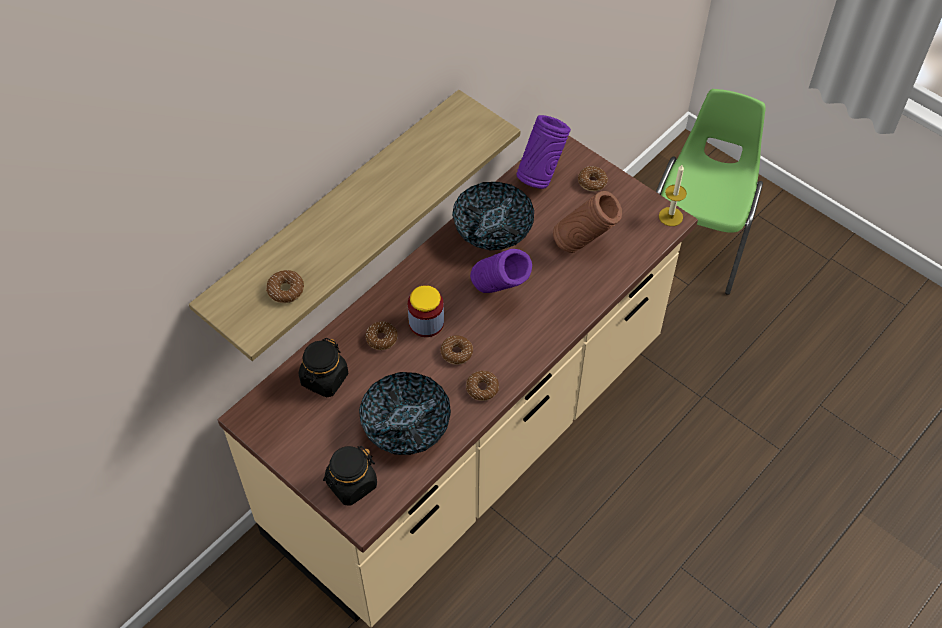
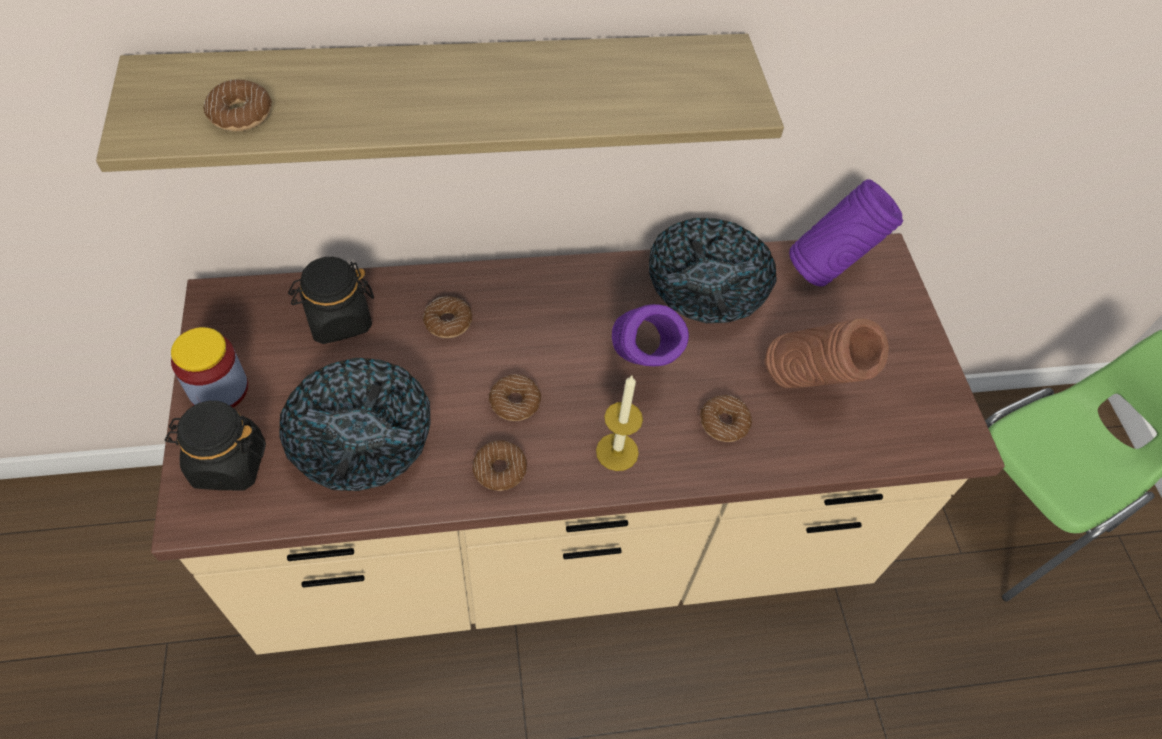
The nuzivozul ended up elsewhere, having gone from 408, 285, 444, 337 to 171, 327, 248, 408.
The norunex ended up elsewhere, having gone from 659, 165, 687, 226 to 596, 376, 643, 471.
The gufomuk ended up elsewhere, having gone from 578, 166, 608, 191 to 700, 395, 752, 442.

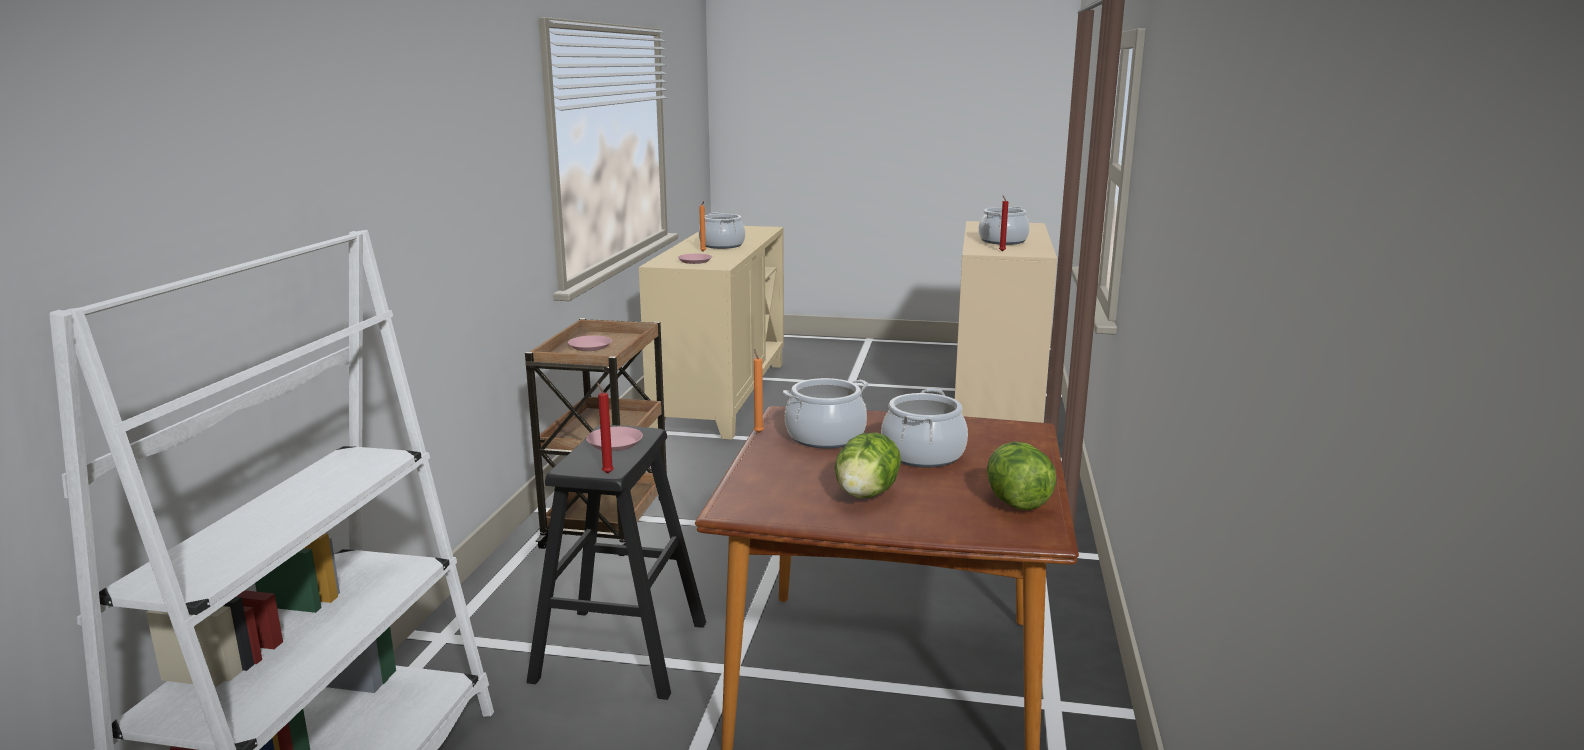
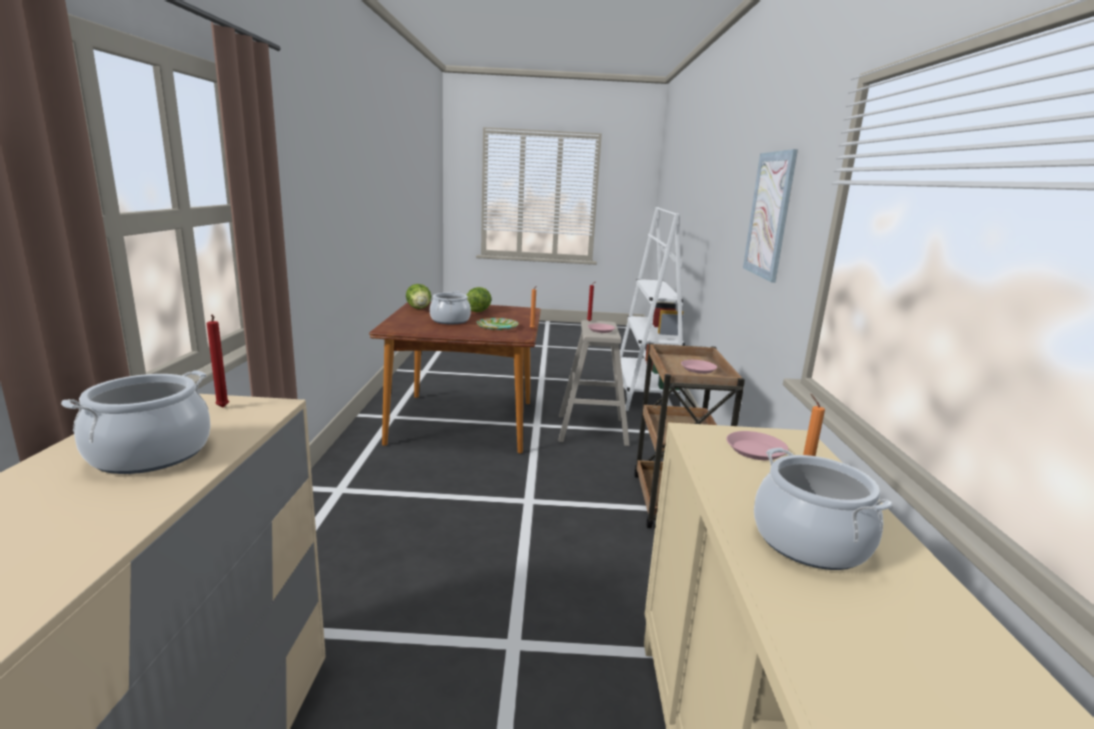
Where the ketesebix stood at 783, 378, 868, 449, the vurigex came to stand at 476, 318, 519, 330.
What was the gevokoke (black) at 526, 425, 706, 700 turned into the gevokoke (beige) at 558, 320, 630, 446.
The second view gained the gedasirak at 743, 149, 798, 283.

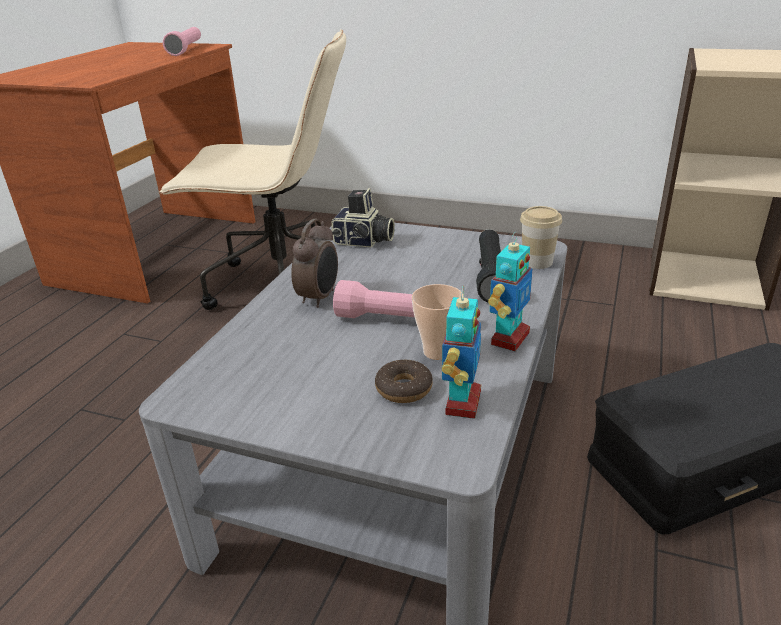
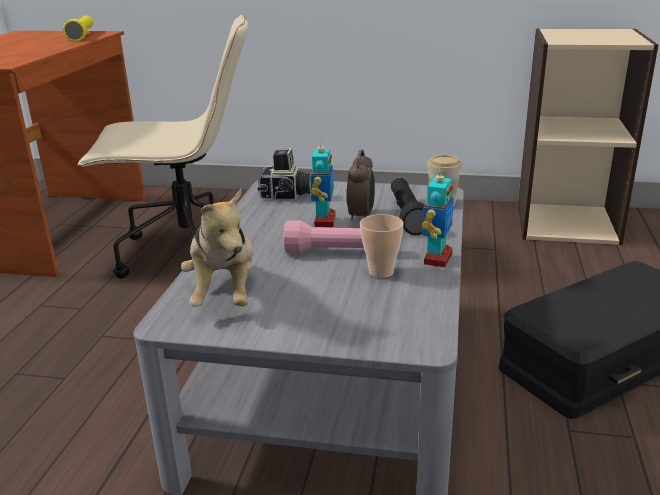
What was the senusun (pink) at 163, 27, 201, 56 turned into the senusun (yellow) at 63, 16, 93, 42.
The second view gained the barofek at 181, 189, 253, 307.
The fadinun ended up elsewhere, having gone from 442, 286, 481, 419 to 310, 138, 336, 227.
The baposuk ended up elsewhere, having gone from 291, 219, 338, 308 to 347, 150, 375, 220.
The second view lost the gufomuk at 375, 359, 433, 403.

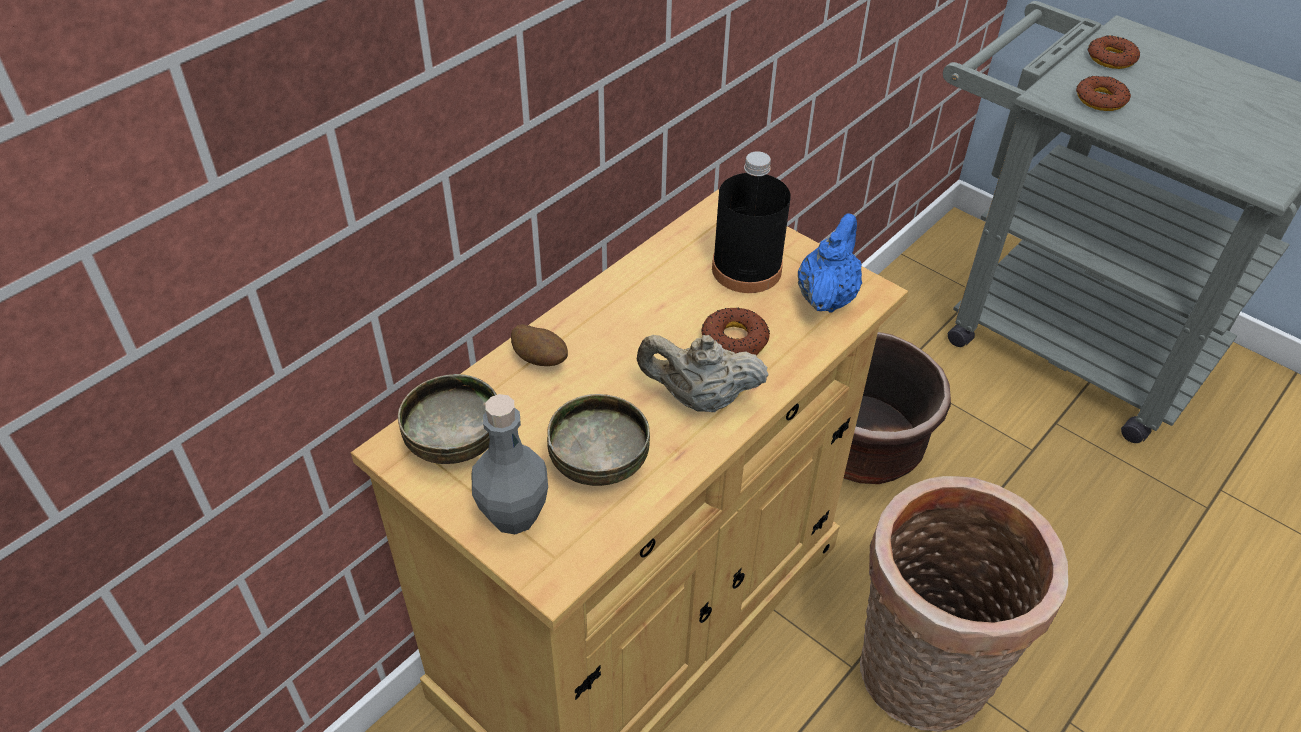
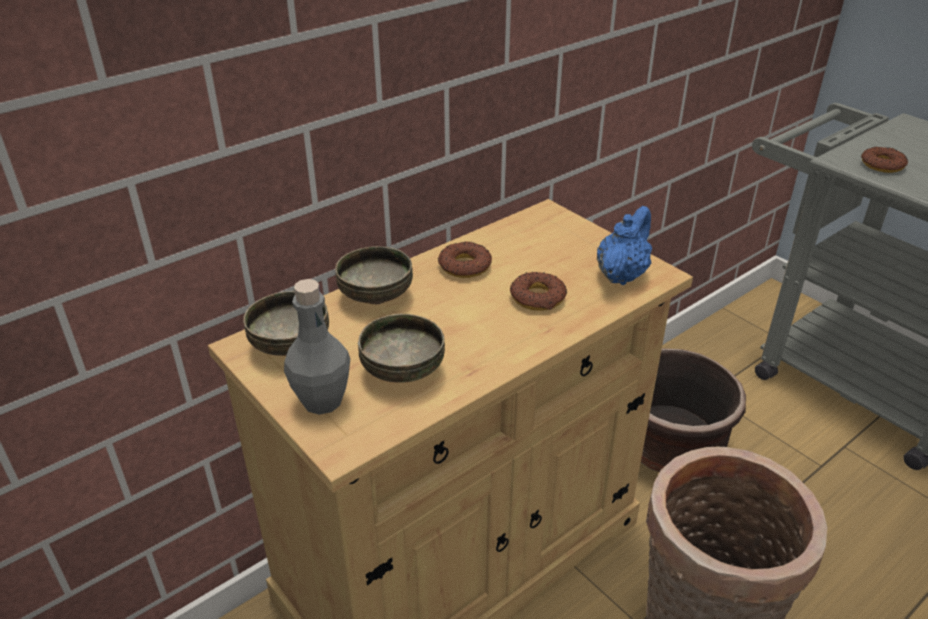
Where the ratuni stood at 511, 324, 568, 366, the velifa came to stand at 335, 246, 413, 304.
The gufomuk ended up elsewhere, having gone from 1088, 35, 1140, 69 to 438, 241, 492, 278.
The second view lost the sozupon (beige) at 637, 335, 769, 412.
The second view lost the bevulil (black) at 712, 151, 791, 293.

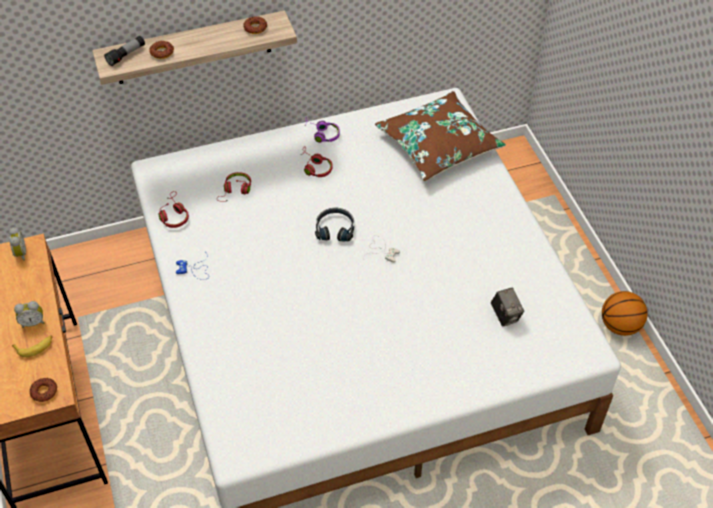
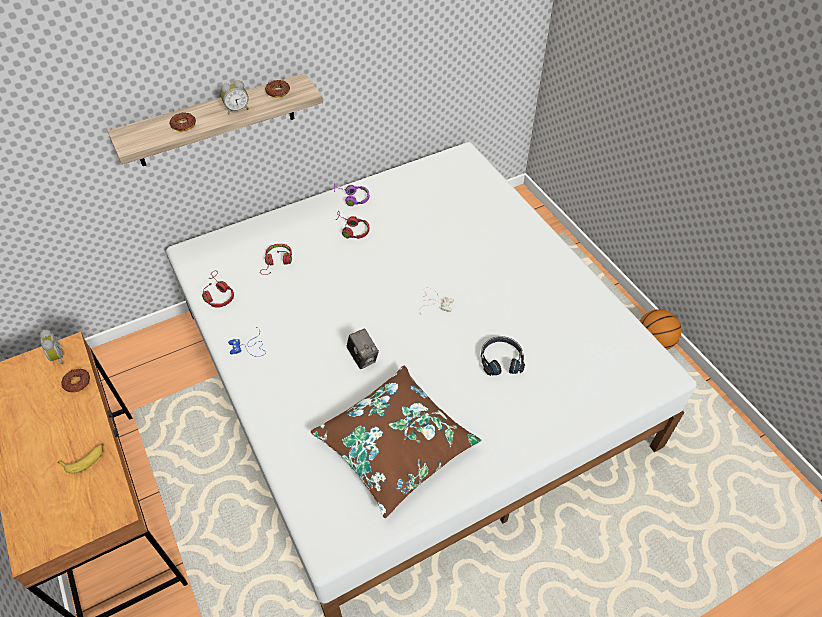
The gufomuk ended up elsewhere, having gone from 29, 378, 57, 402 to 61, 369, 90, 392.
The baposuk ended up elsewhere, having gone from 14, 301, 45, 328 to 221, 80, 249, 114.
The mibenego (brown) ended up elsewhere, having gone from 375, 91, 506, 181 to 310, 366, 481, 518.
The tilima ended up elsewhere, having gone from 491, 288, 524, 326 to 346, 329, 379, 369.
The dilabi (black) ended up elsewhere, having gone from 315, 208, 354, 242 to 481, 336, 525, 376.
The second view lost the senusun at 104, 36, 145, 66.

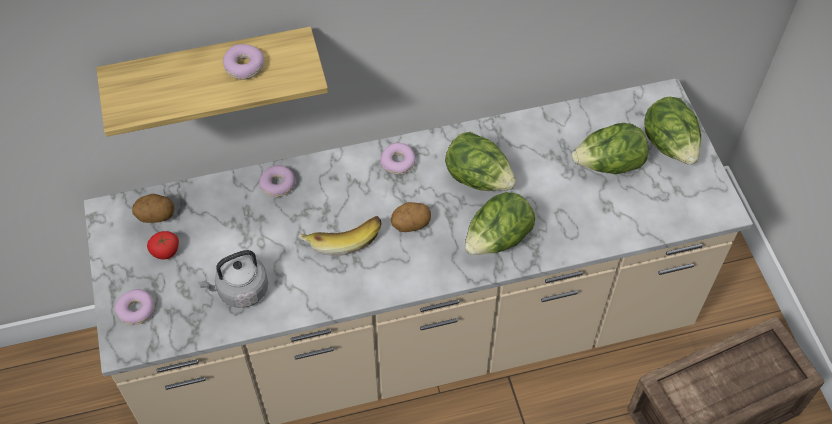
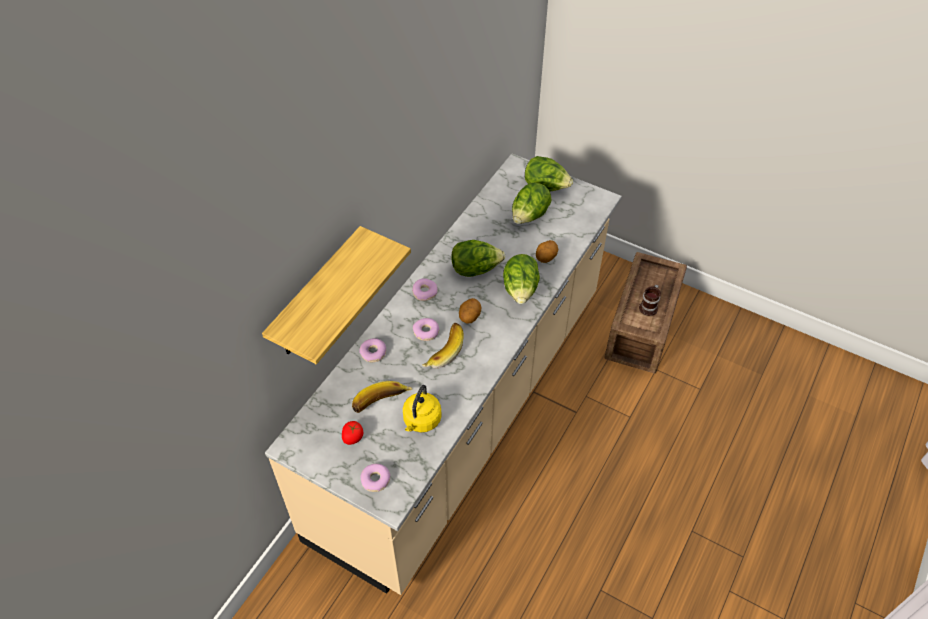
The second view gained the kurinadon at 352, 381, 412, 413.
What was the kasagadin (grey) at 198, 250, 269, 308 turned into the kasagadin (yellow) at 403, 385, 442, 432.
The gufomuk ended up elsewhere, having gone from 223, 44, 265, 79 to 413, 318, 440, 341.
The ratuni ended up elsewhere, having gone from 132, 194, 175, 223 to 536, 240, 558, 263.
The second view gained the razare at 639, 284, 661, 316.

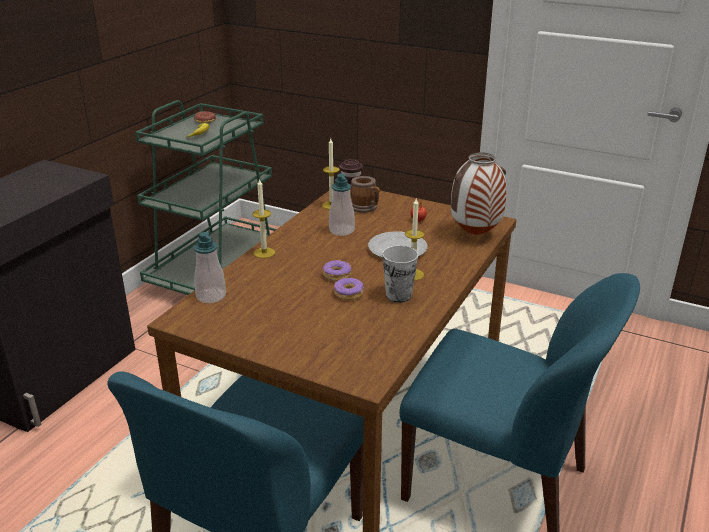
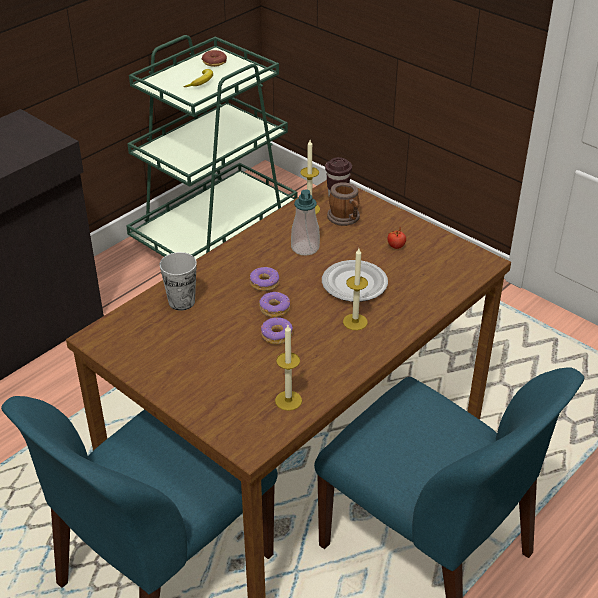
The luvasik ended up elsewhere, having gone from 382, 246, 418, 303 to 159, 252, 197, 311.
The second view gained the gufomuk at 250, 267, 279, 291.
The norunex ended up elsewhere, having gone from 252, 178, 275, 258 to 275, 325, 302, 411.
The second view lost the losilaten at 194, 232, 226, 303.
The second view lost the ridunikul at 451, 152, 507, 235.

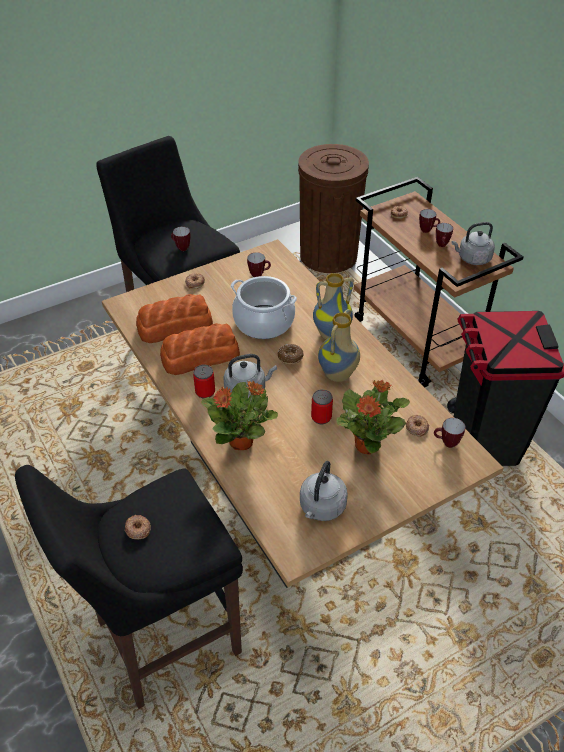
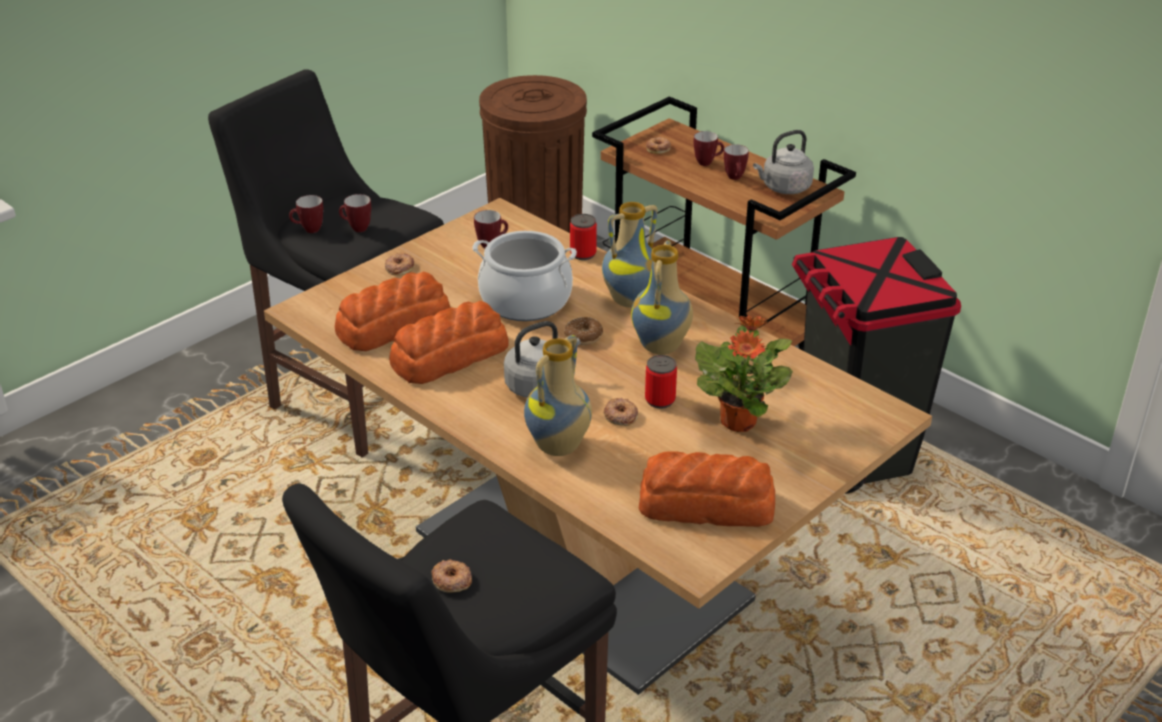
The razare ended up elsewhere, having gone from 434, 418, 465, 448 to 289, 195, 323, 233.
Where the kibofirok stood at 201, 381, 278, 450, the ridunikul came to stand at 524, 335, 592, 456.
The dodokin ended up elsewhere, having gone from 193, 365, 215, 399 to 570, 214, 597, 260.
The gufomuk ended up elsewhere, having gone from 406, 415, 429, 437 to 603, 397, 638, 426.
Where the kasagadin (grey) stood at 300, 461, 348, 521, the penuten came to stand at 639, 451, 775, 527.

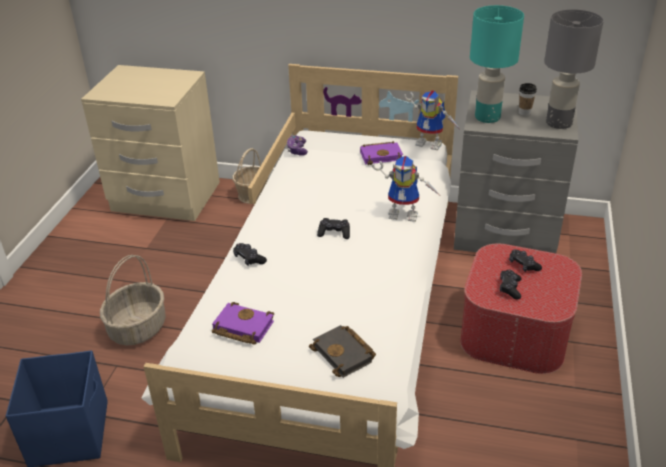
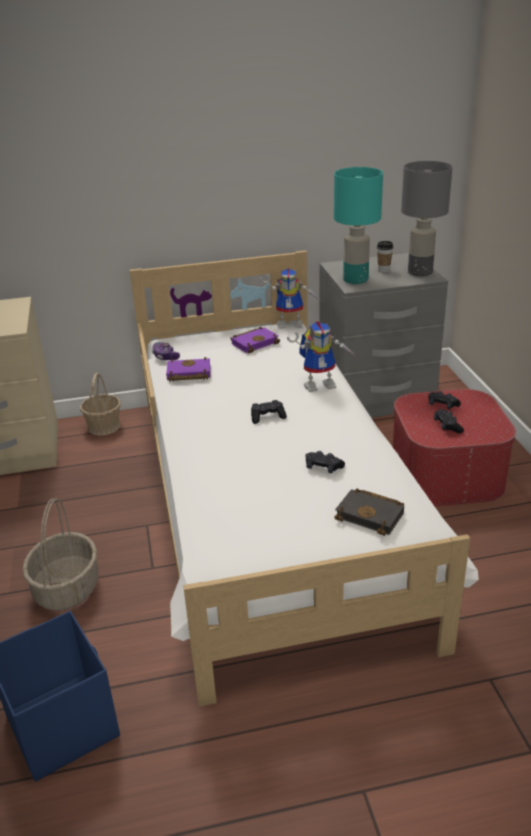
The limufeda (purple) ended up elsewhere, having gone from 212, 302, 274, 345 to 166, 357, 211, 382.
The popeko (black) ended up elsewhere, having gone from 233, 243, 267, 266 to 306, 451, 345, 473.

